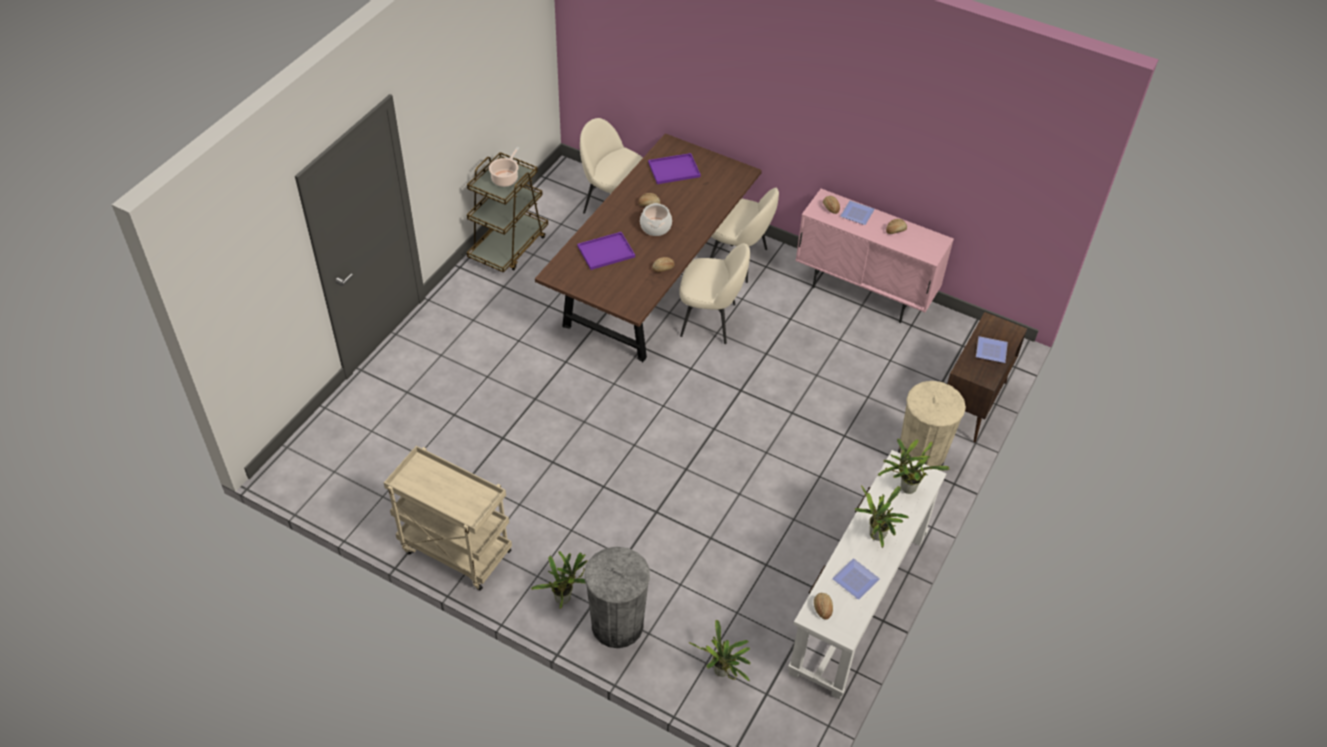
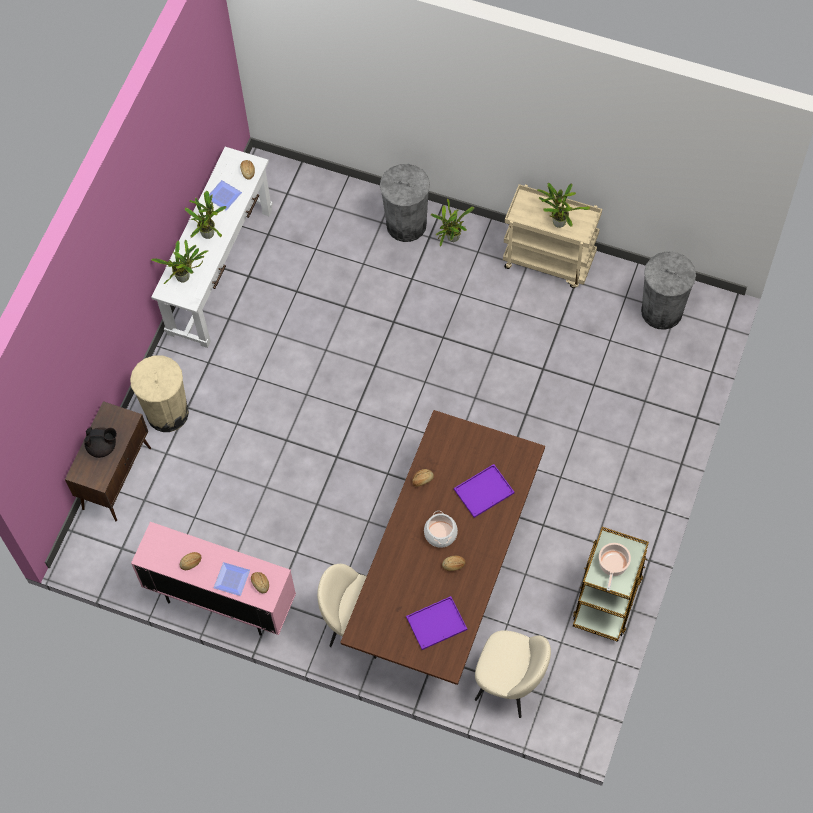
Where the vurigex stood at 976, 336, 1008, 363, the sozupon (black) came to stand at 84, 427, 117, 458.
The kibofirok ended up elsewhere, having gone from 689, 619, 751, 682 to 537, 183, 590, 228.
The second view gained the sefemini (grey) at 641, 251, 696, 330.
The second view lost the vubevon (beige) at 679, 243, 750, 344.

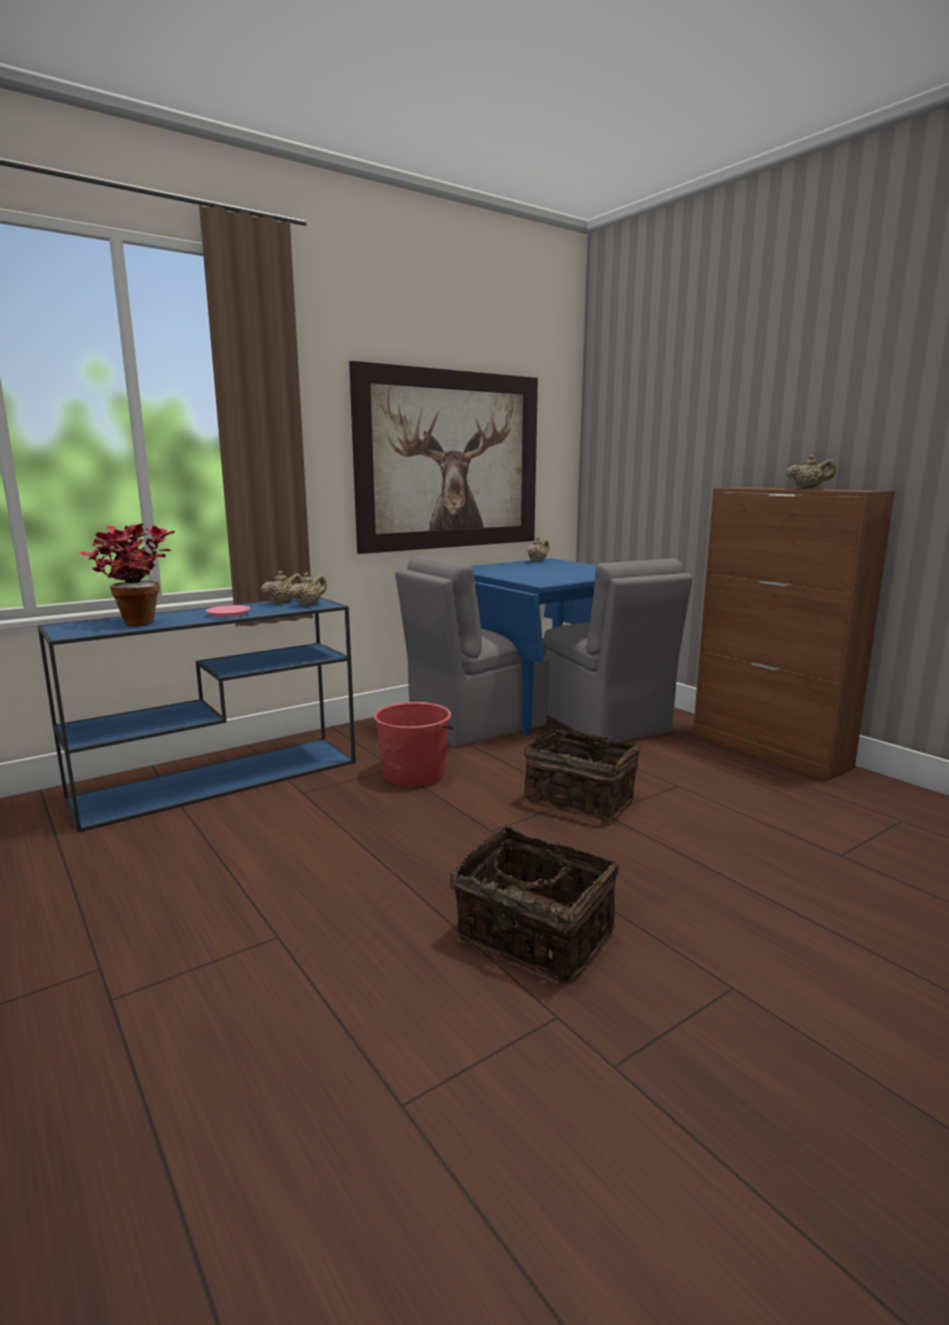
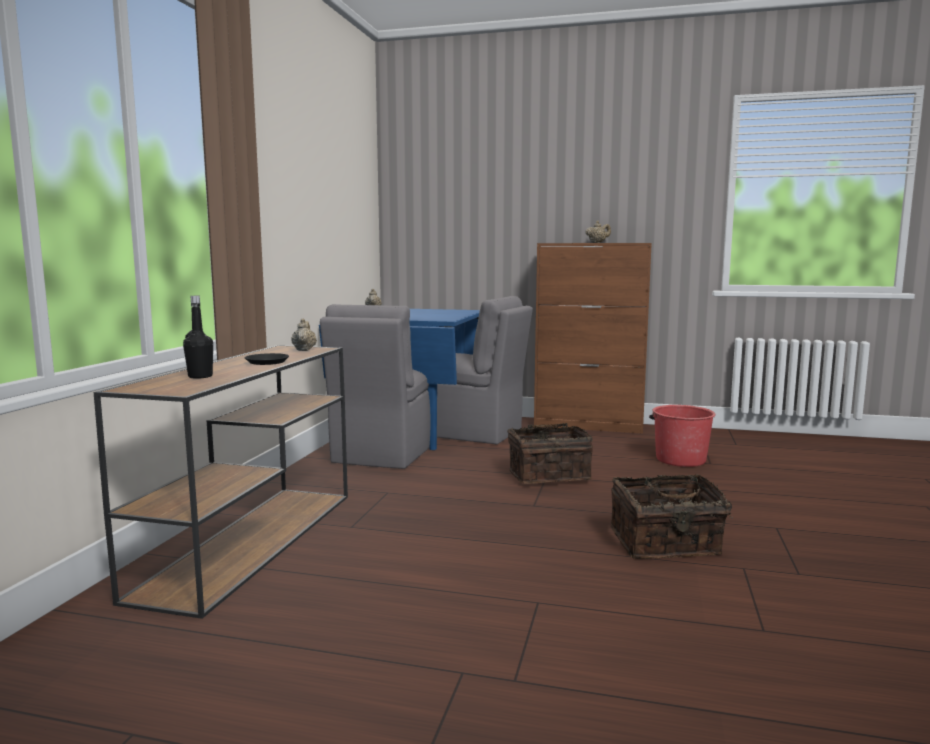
What was the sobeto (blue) at 38, 597, 356, 832 turned into the sobeto (brown) at 94, 345, 348, 619.
Where the kibofirok stood at 79, 524, 175, 626, the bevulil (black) came to stand at 183, 296, 213, 379.
What was the vurigex (pink) at 206, 605, 250, 618 turned into the vurigex (black) at 245, 353, 289, 365.
The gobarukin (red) ended up elsewhere, having gone from 373, 702, 454, 787 to 649, 405, 716, 467.
The second view lost the sozupon (beige) at 261, 571, 302, 604.
The second view lost the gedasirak at 349, 361, 538, 554.

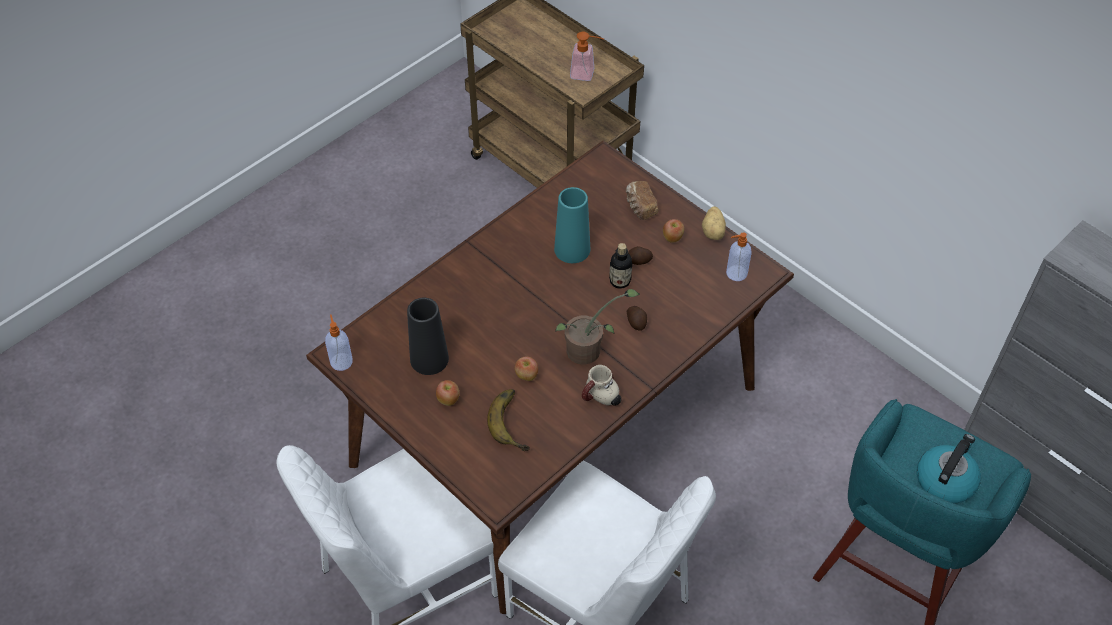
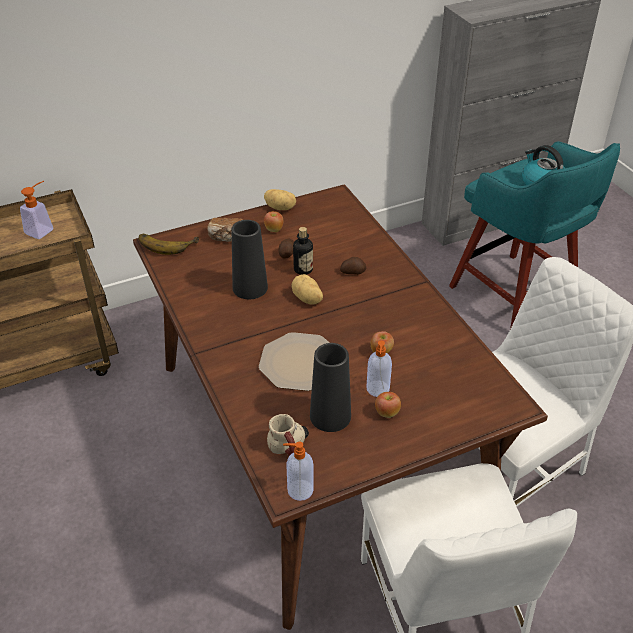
The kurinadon ended up elsewhere, having gone from 487, 389, 530, 451 to 139, 234, 199, 255.
What was the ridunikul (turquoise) at 554, 187, 590, 263 turned into the ridunikul (black) at 232, 220, 268, 299.
The second view gained the vurigex at 259, 332, 329, 391.
The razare ended up elsewhere, having gone from 582, 365, 621, 405 to 267, 414, 309, 456.
The second view gained the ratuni at 291, 274, 323, 305.
The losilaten ended up elsewhere, having gone from 726, 232, 752, 281 to 366, 341, 392, 397.
The second view lost the kibofirok at 555, 289, 640, 364.

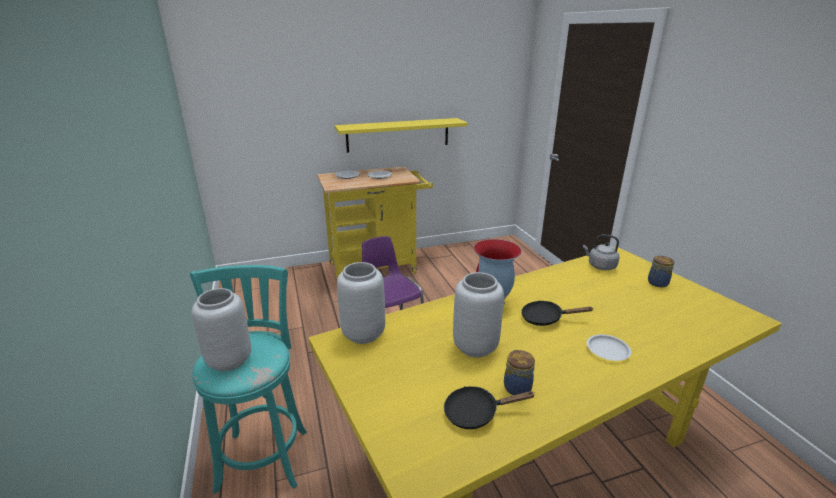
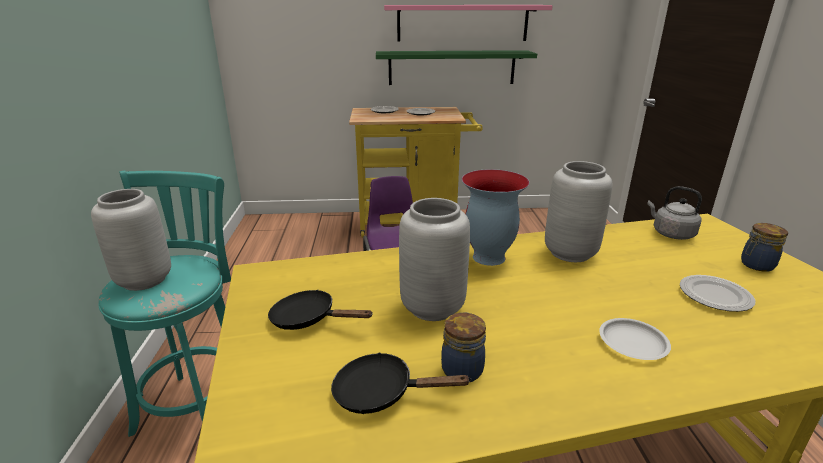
The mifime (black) ended up elsewhere, having gone from 521, 301, 593, 326 to 268, 290, 373, 330.
What was the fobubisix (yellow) at 334, 118, 468, 153 turned into the fobubisix (green) at 376, 50, 537, 85.
The second view gained the fobubisix (pink) at 384, 5, 553, 42.
The ridunikul (grey) ended up elsewhere, having gone from 337, 262, 385, 344 to 545, 161, 613, 262.
The second view gained the vurigex at 680, 275, 756, 312.

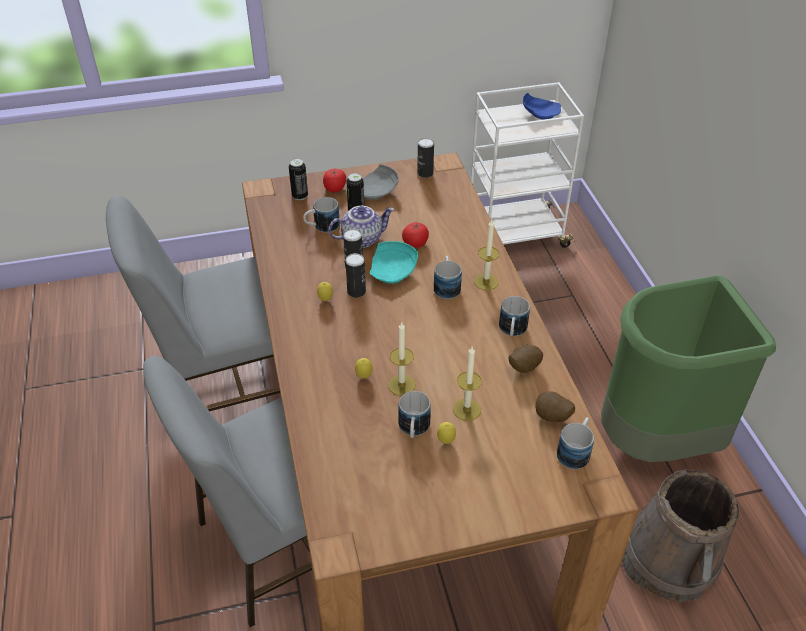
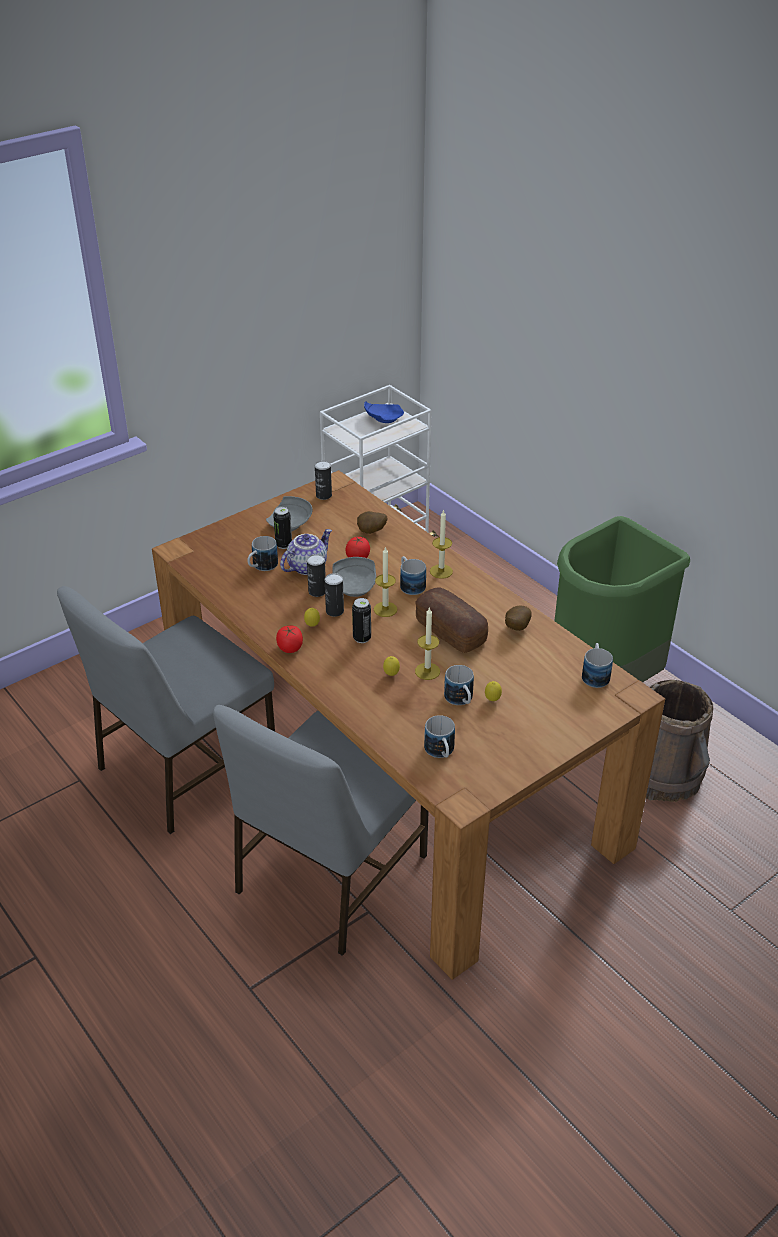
The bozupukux ended up elsewhere, having gone from 323, 169, 346, 192 to 276, 626, 303, 653.
What was the vurigex (turquoise) at 370, 241, 418, 284 turned into the vurigex (grey) at 333, 557, 376, 597.
The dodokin ended up elsewhere, having gone from 289, 158, 308, 200 to 352, 598, 371, 643.
The ratuni ended up elsewhere, having gone from 535, 391, 575, 422 to 357, 511, 387, 534.
The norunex ended up elsewhere, having gone from 453, 347, 482, 421 to 374, 546, 397, 617.
The second view gained the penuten at 415, 587, 488, 653.
The razare ended up elsewhere, having gone from 499, 296, 530, 336 to 424, 715, 455, 758.

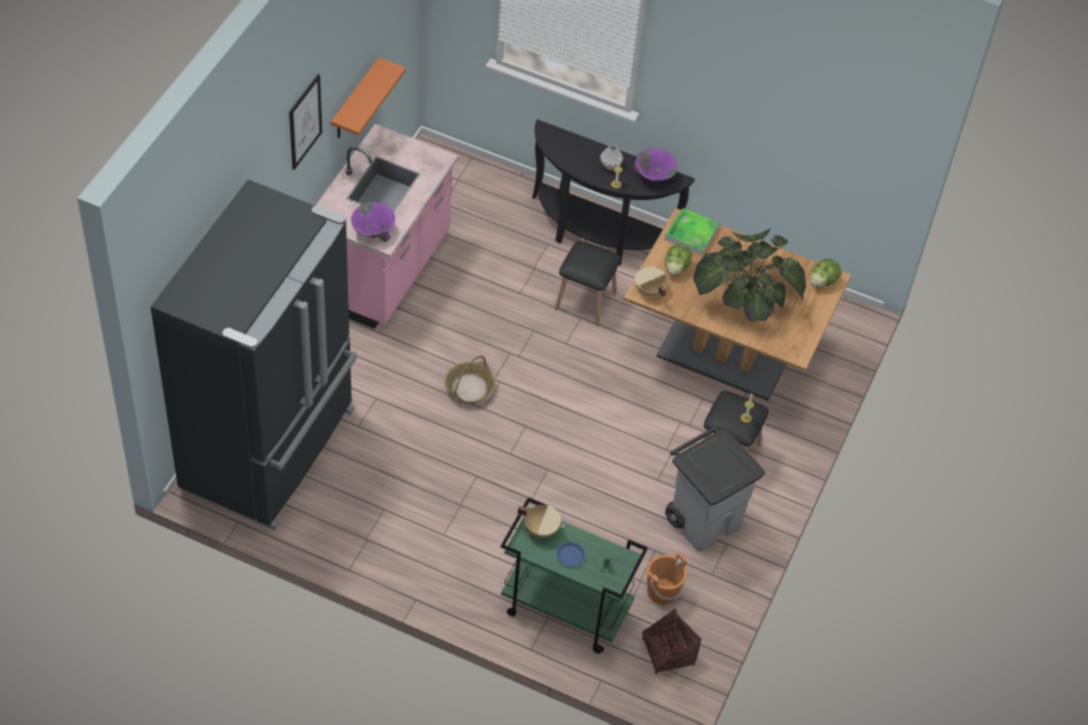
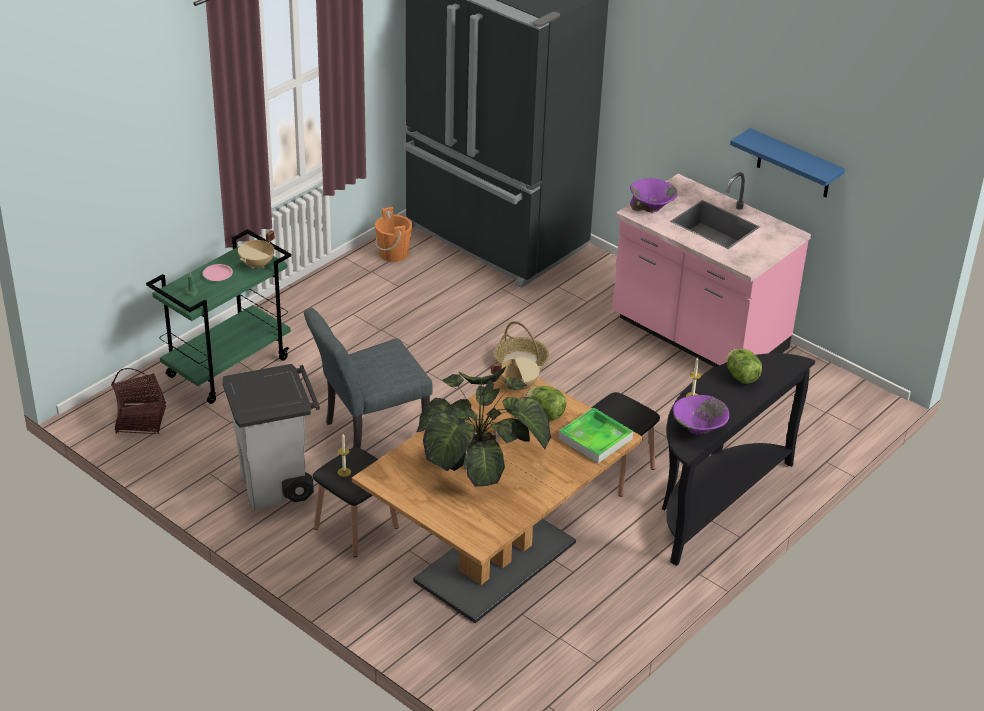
What was the vurigex (blue) at 556, 542, 586, 567 turned into the vurigex (pink) at 203, 264, 233, 281.
The second view gained the vubevon (grey) at 304, 308, 433, 448.
The gobarukin (orange) ended up elsewhere, having gone from 647, 552, 687, 605 to 375, 207, 412, 262.
The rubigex ended up elsewhere, having gone from 810, 259, 841, 287 to 727, 349, 762, 384.
What was the fobubisix (orange) at 331, 57, 406, 138 turned into the fobubisix (blue) at 730, 128, 845, 197.
The second view lost the gedasirak at 289, 74, 322, 170.
The second view lost the ridunikul (grey) at 600, 145, 623, 170.

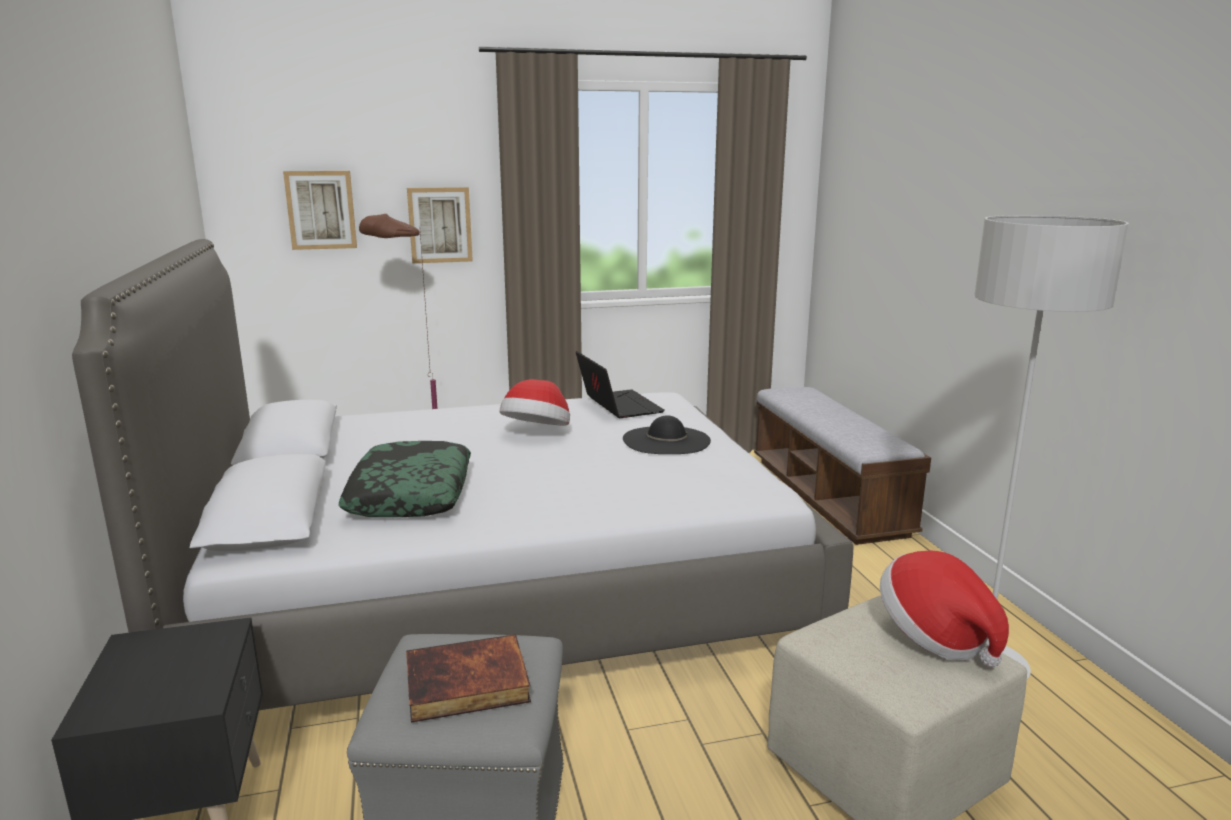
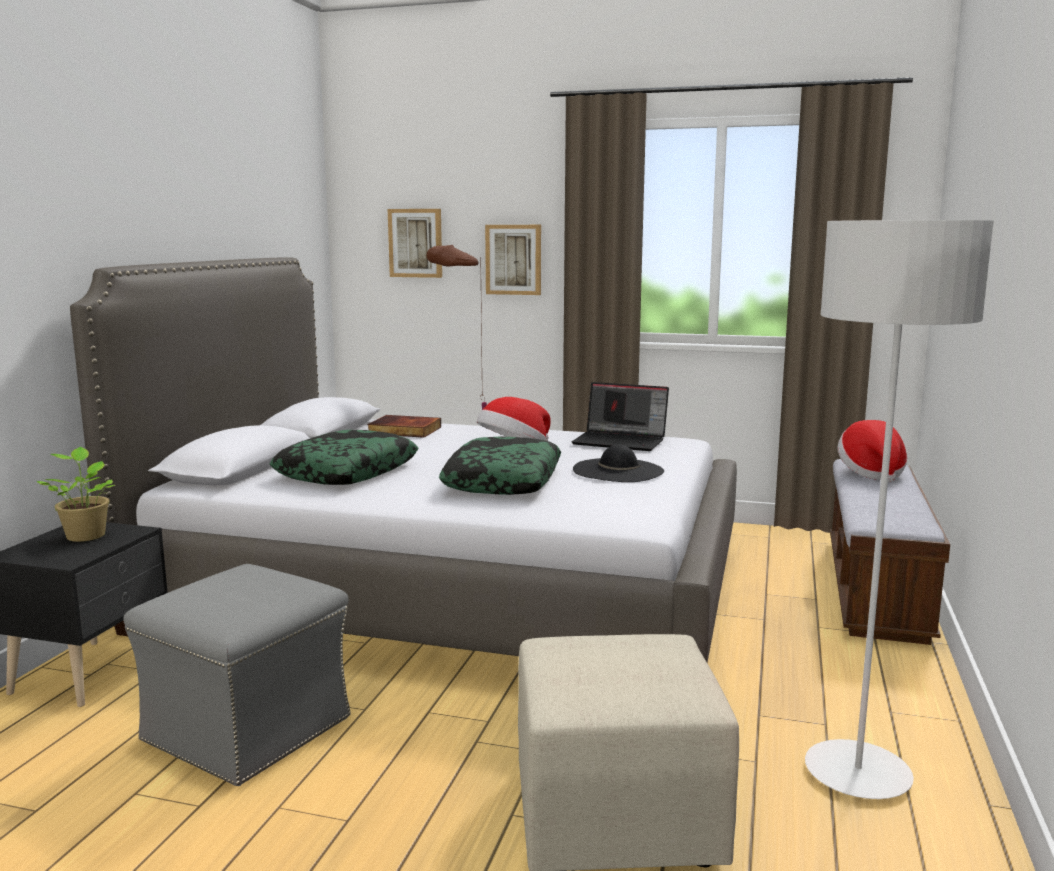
The second view gained the kibofirok at 36, 447, 115, 542.
The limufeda ended up elsewhere, having gone from 406, 634, 531, 723 to 367, 415, 441, 438.
The second view gained the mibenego at 439, 436, 561, 495.
The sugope at 576, 351, 665, 418 ended up facing another way, 105 degrees clockwise from before.
The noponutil ended up elsewhere, having gone from 880, 550, 1009, 667 to 837, 420, 907, 482.

